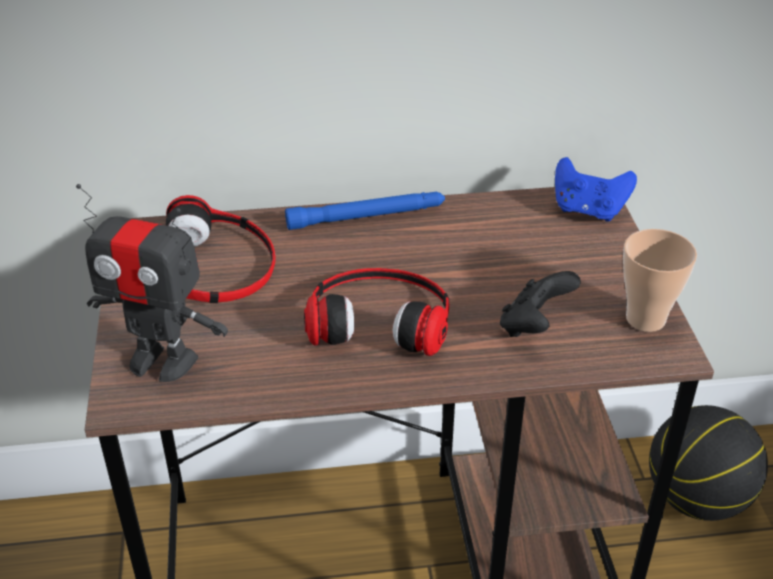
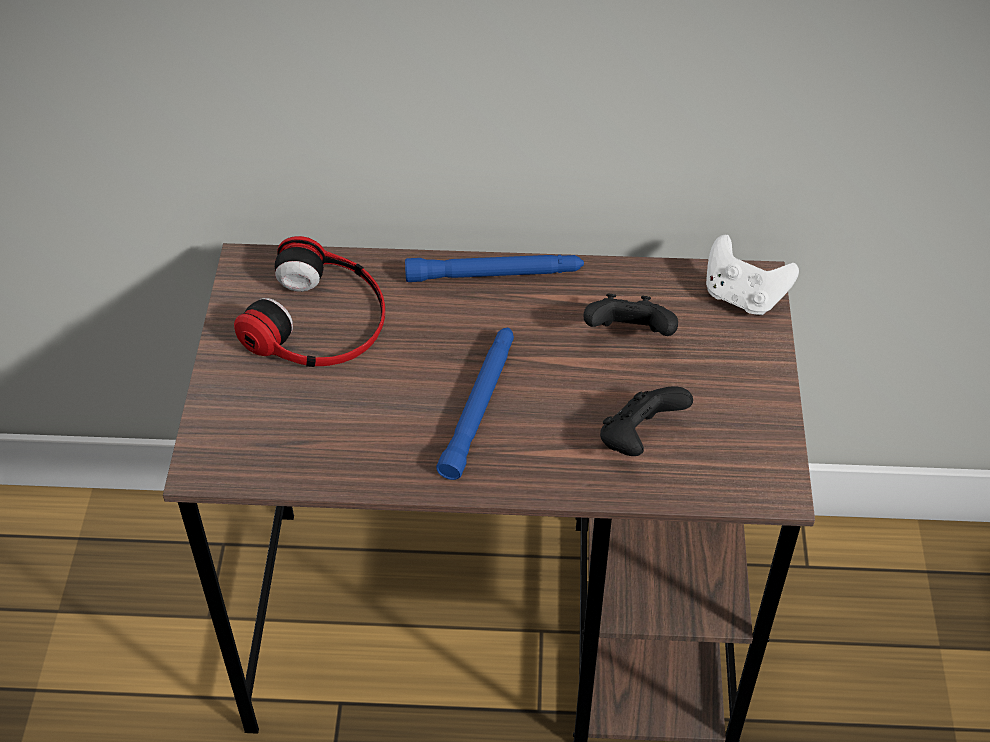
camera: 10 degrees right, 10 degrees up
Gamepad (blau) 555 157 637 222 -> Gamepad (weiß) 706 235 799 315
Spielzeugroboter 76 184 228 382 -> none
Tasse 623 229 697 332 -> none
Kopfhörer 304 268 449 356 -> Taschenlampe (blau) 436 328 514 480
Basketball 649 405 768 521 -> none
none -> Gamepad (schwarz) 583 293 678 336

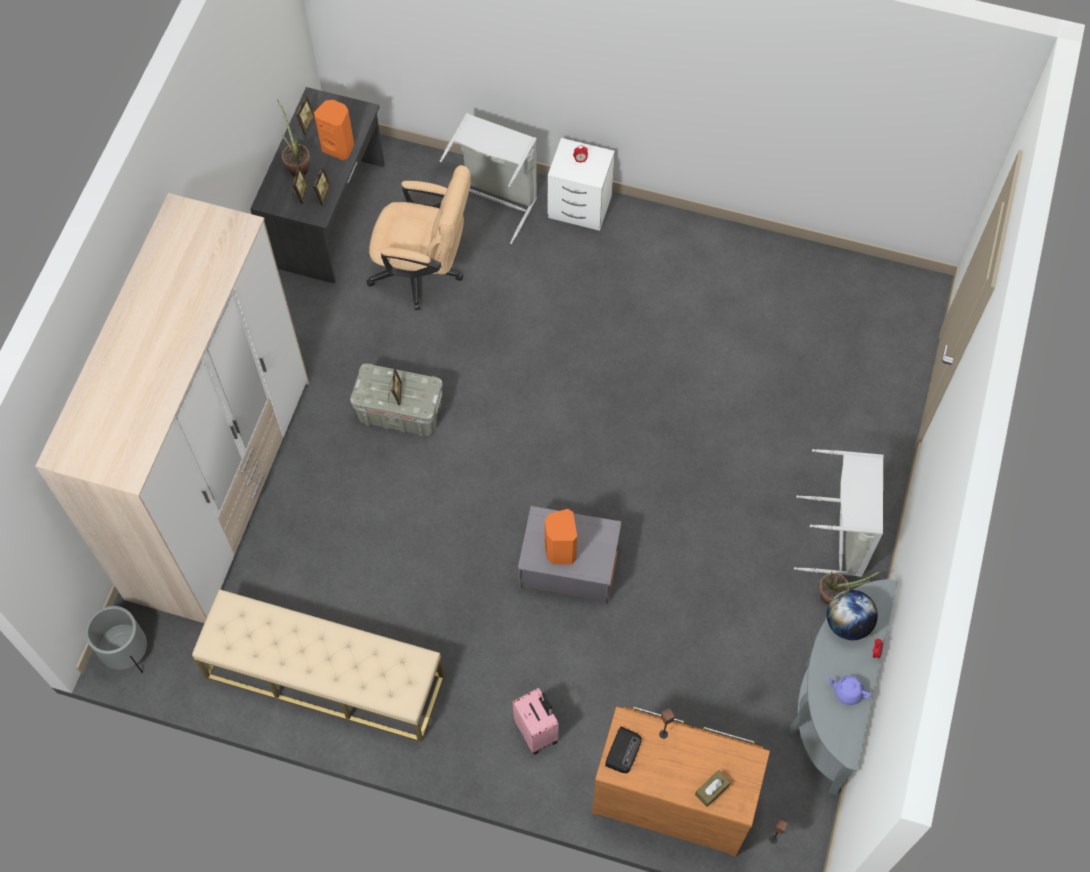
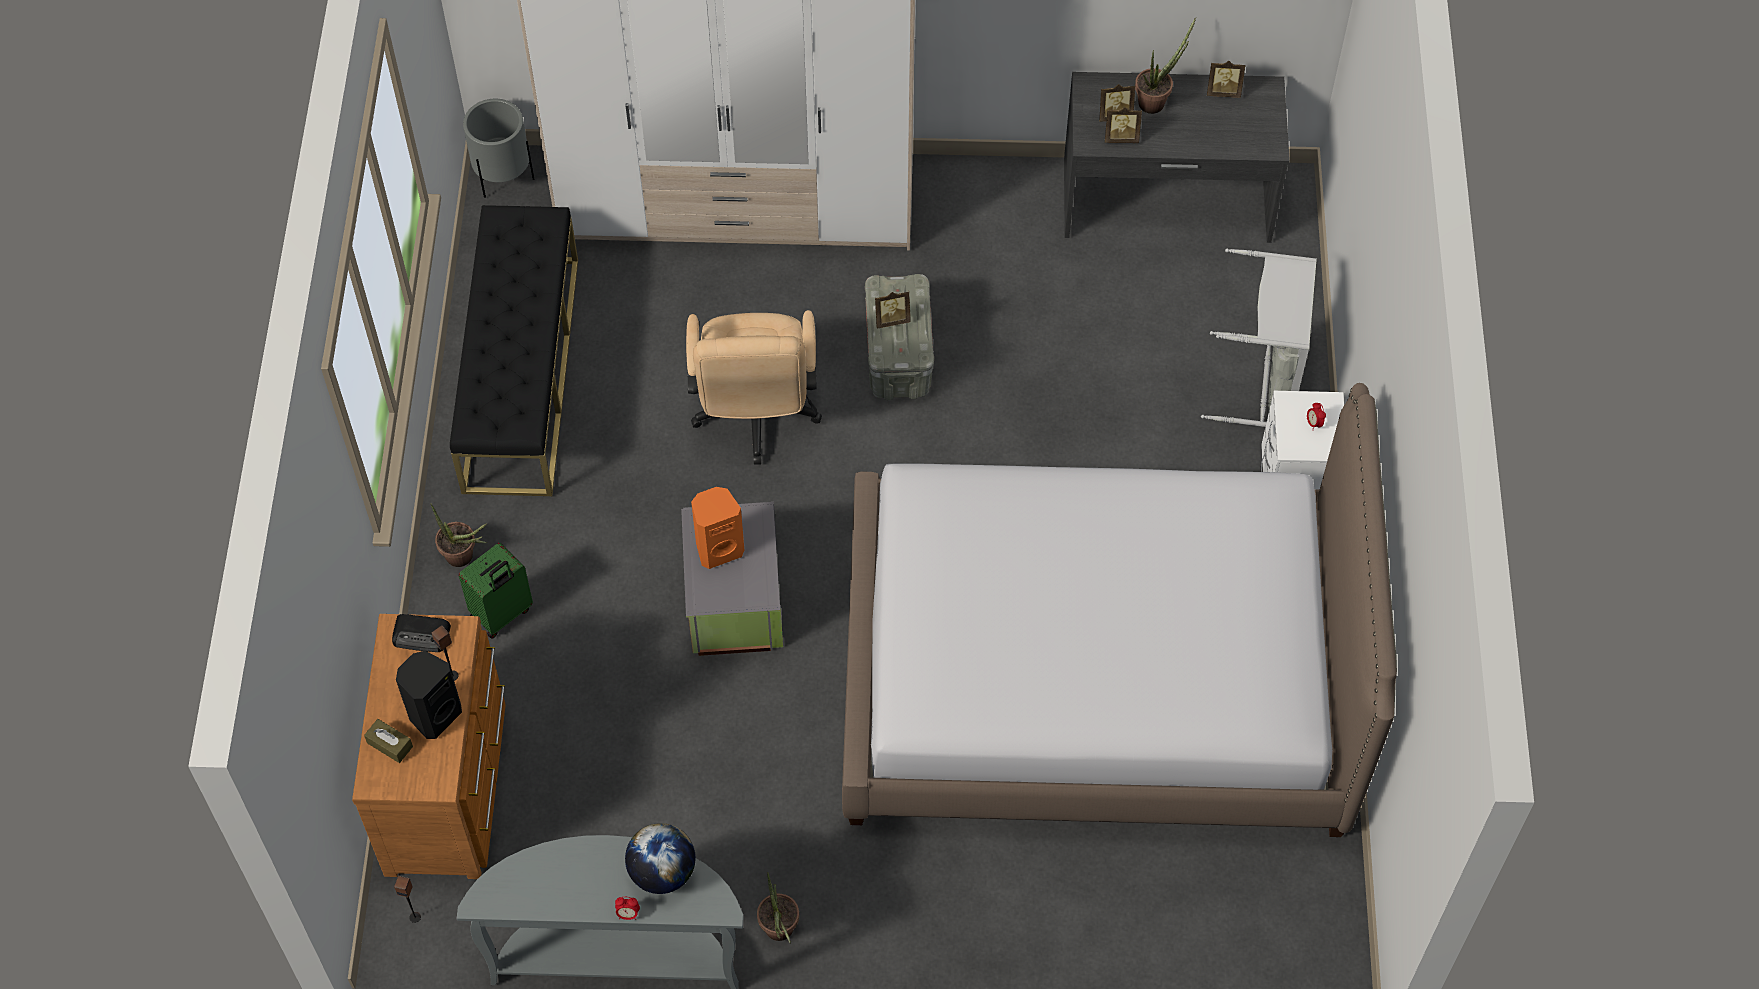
camera: 75 degrees right, 5 degrees down
Lautsprecher (orange) 314 100 354 160 -> none
Bürostuhl (beige) 366 165 471 310 -> Bürostuhl (beige) 686 310 822 465, move
Wäschekorb (grau) 794 449 884 577 -> none
Bank (beige) 192 589 444 742 -> Bank (schwarz) 450 205 578 496
Teekanne (lila) 827 676 872 705 -> none
Koffer (rosa) 513 688 558 754 -> Koffer (grün) 459 543 533 639
none -> Bett 842 383 1397 837
none -> Topfpflanze 431 504 487 567
none -> Lautsprecher (schwarz) 396 651 462 739

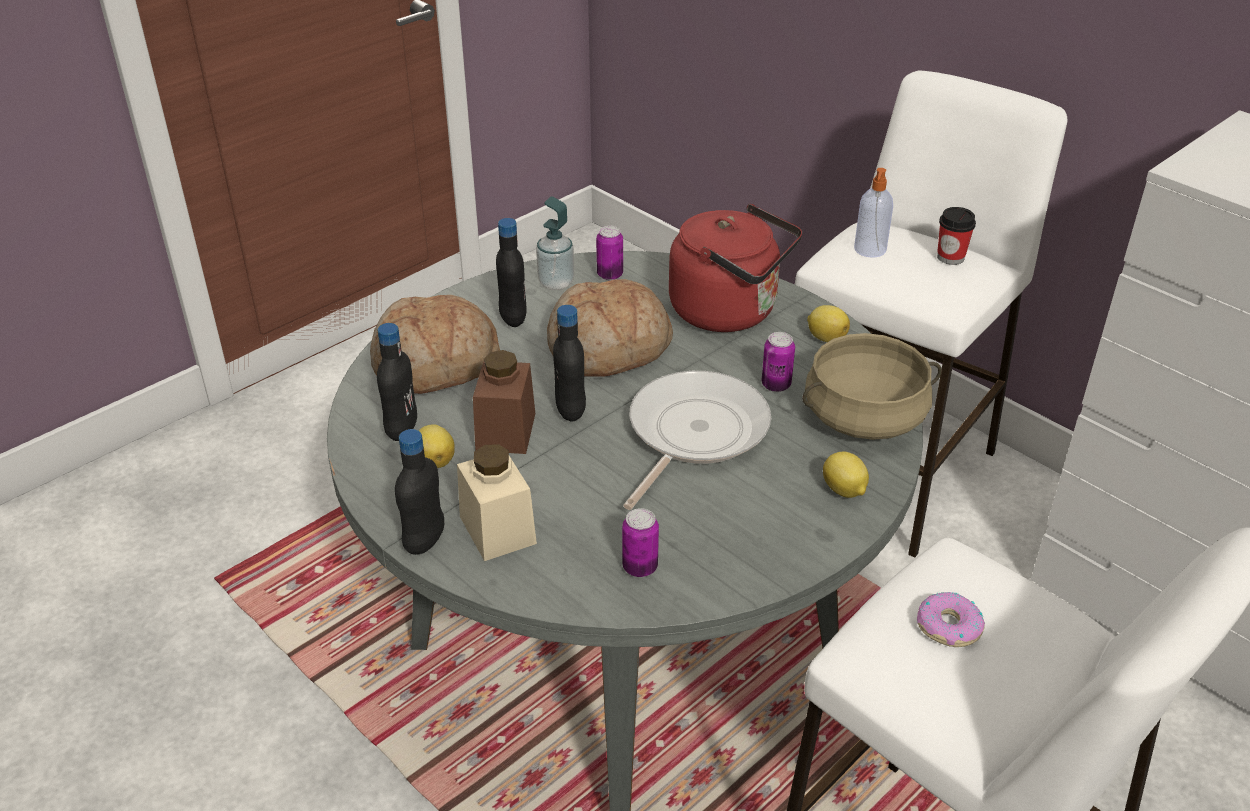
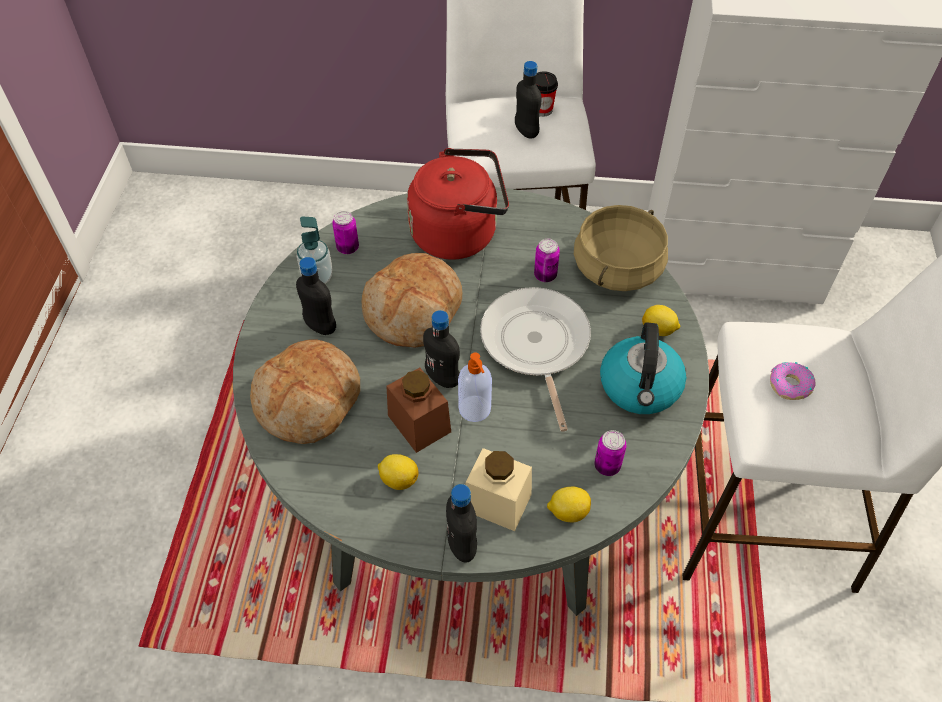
camera: 40 degrees left, 15 degrees up
Seifenspender 854 168 893 258 -> Seifenspender 458 352 492 422, move
Zitrone 807 305 850 342 -> Zitrone 547 487 591 522, move
Flasche (schwarz) 377 323 417 441 -> Flasche (schwarz) 515 61 542 139, move
none -> Wasserkessel 600 322 686 414

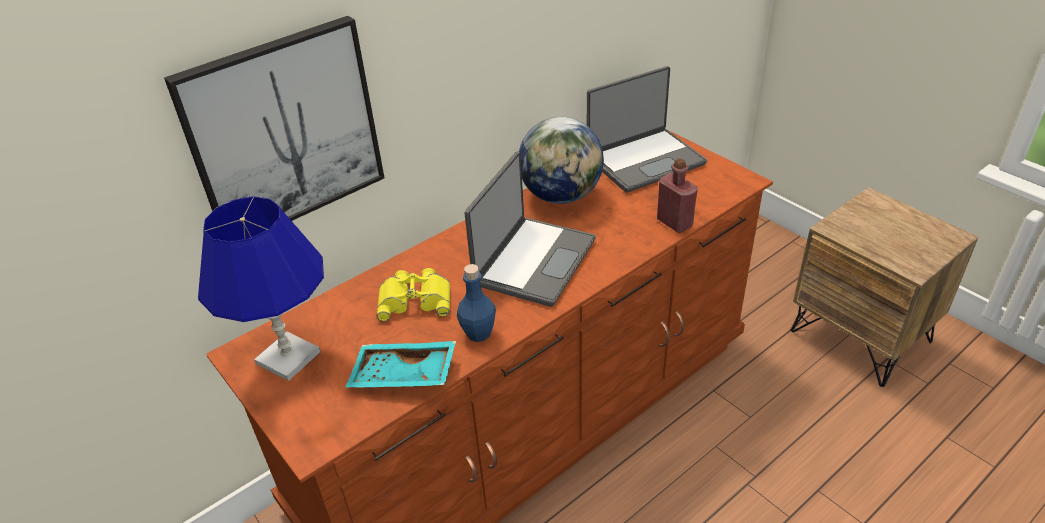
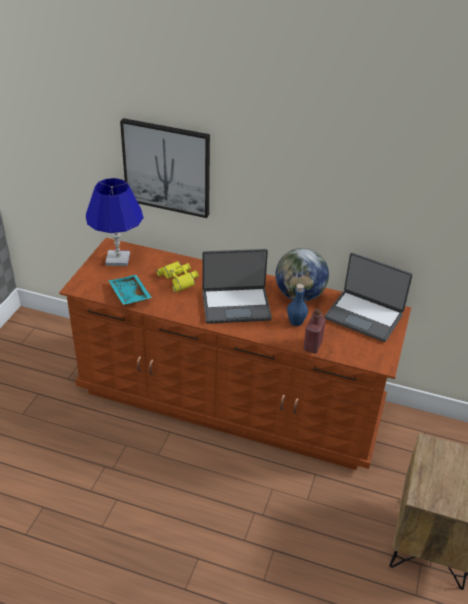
camera: 55 degrees right, 0 degrees up
Flasche (blau) 457 264 496 342 -> Flasche (blau) 287 284 308 326, move

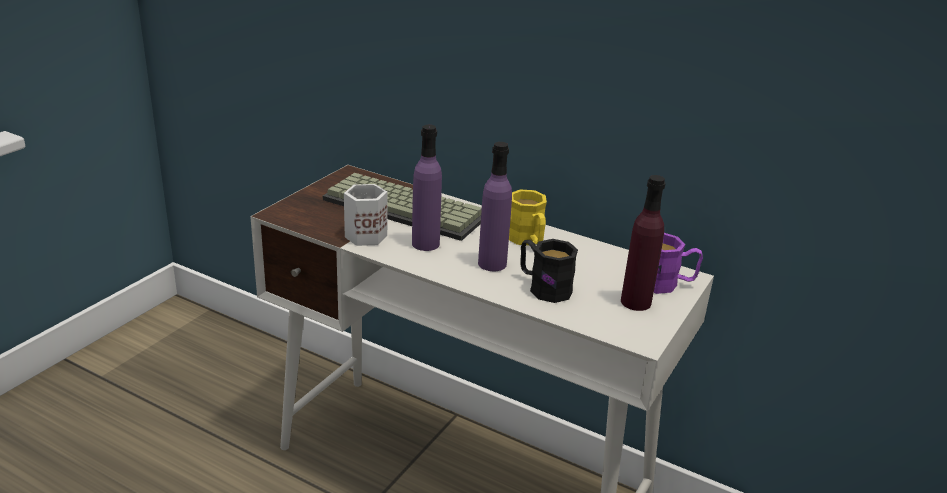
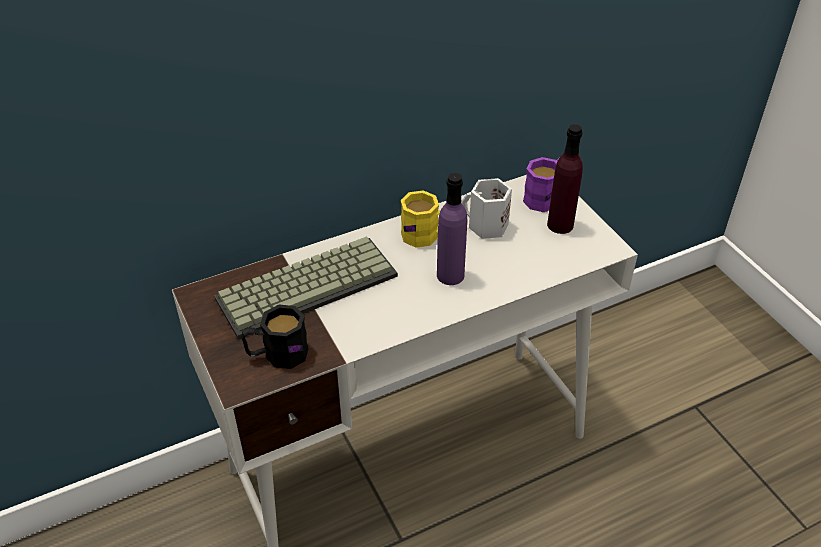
camera: 55 degrees left, 15 degrees up
Flasche (lila) 412 125 442 251 -> none
Henkelbecher (weiß) 344 184 388 246 -> Henkelbecher (weiß) 462 178 512 239, move
Henkelbecher (schwarz) 520 239 578 303 -> Henkelbecher (schwarz) 241 305 309 369, move

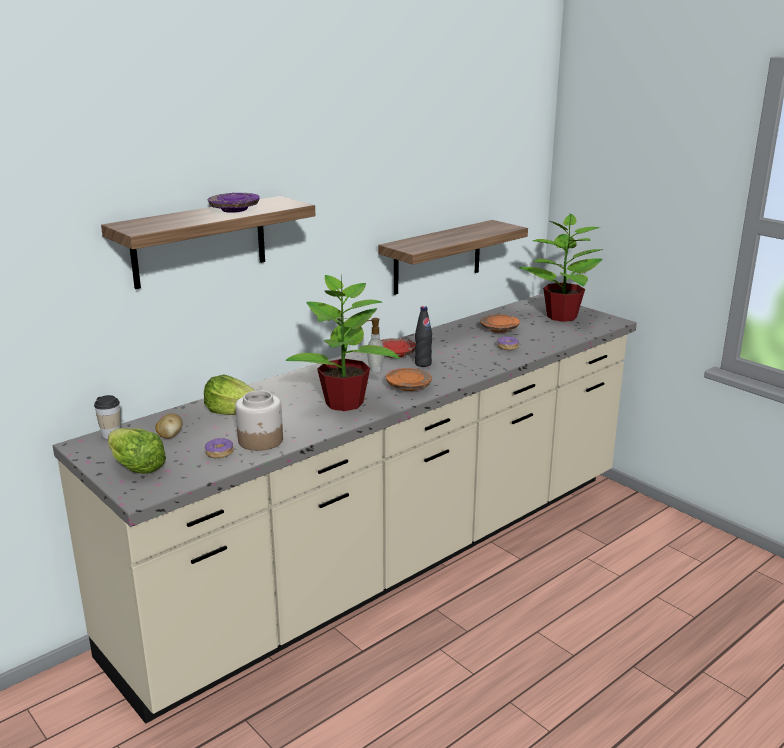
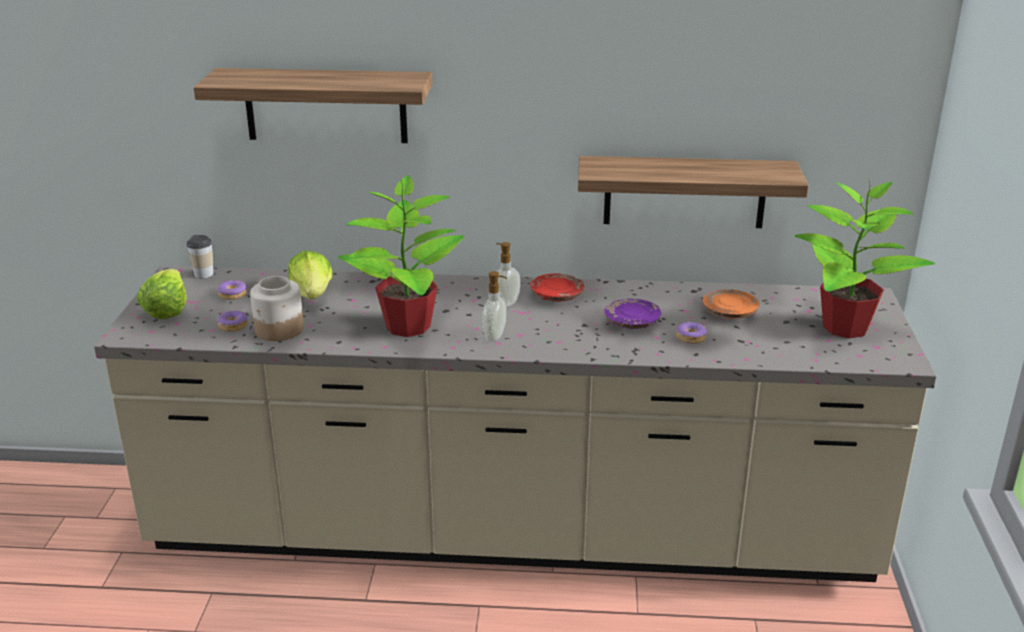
camera: 45 degrees right, 5 degrees up
Teller (lila) 208 193 260 213 -> Teller (lila) 604 299 661 329, move
Flasche (schwarz) 415 306 432 367 -> none
Teller (orange) 386 368 432 391 -> Seifenspender 482 271 507 341
Kartoffel 155 413 183 439 -> Donut 218 280 246 300

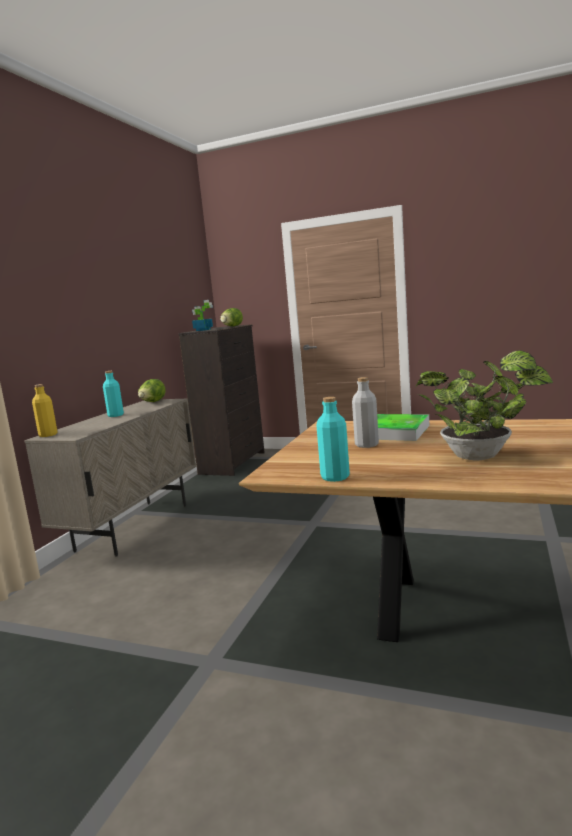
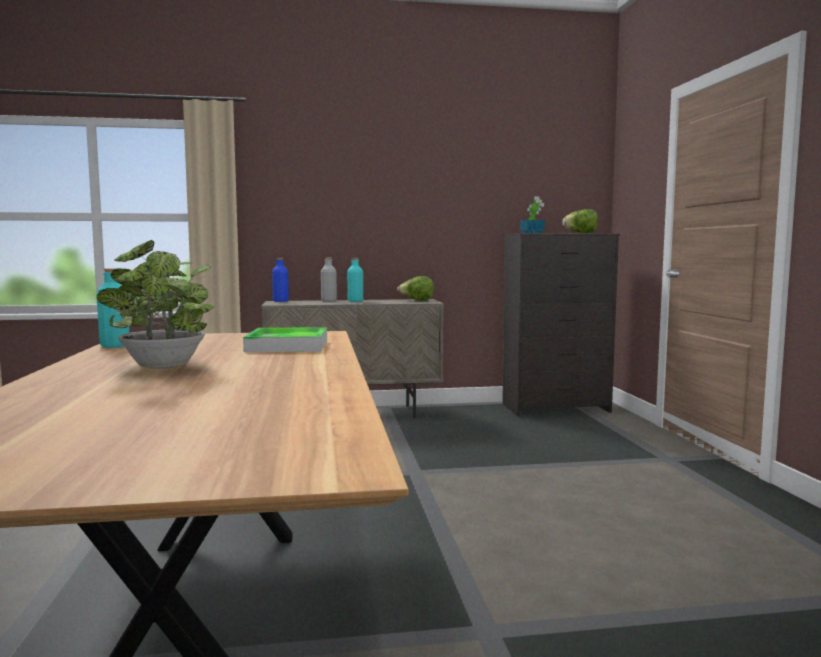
camera: 60 degrees right, 5 degrees down
Flasche (grau) 352 377 379 448 -> Flasche (grau) 321 258 337 301, move
Flasche (gelb) 32 384 58 437 -> Flasche (blau) 272 258 289 302

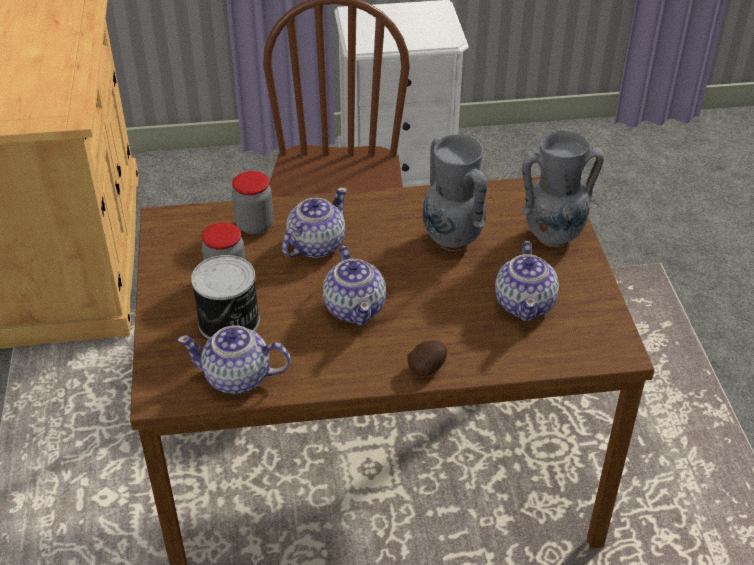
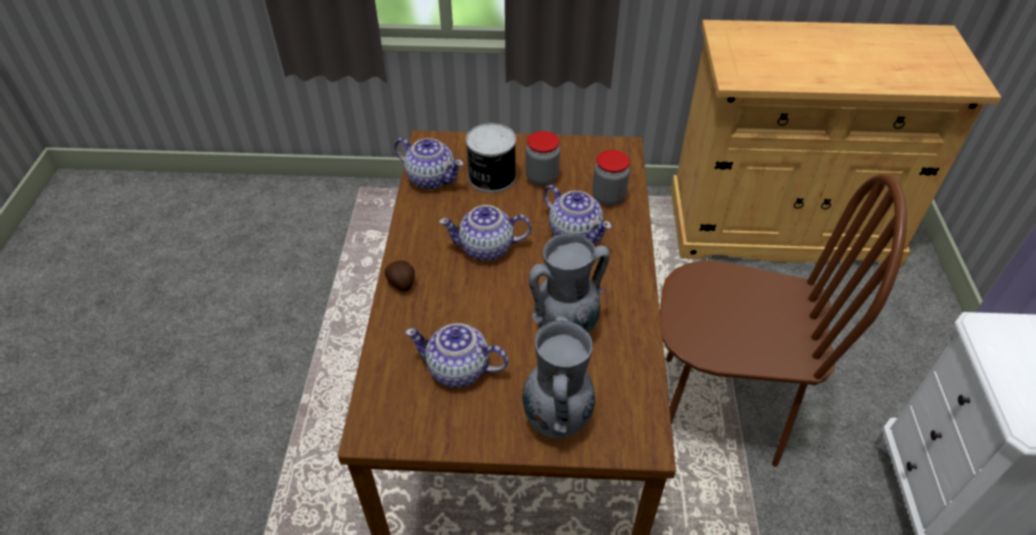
camera: 100 degrees right, 5 degrees up
Teekanne 178 325 291 394 -> Teekanne 394 138 464 190, 105 degrees clockwise

